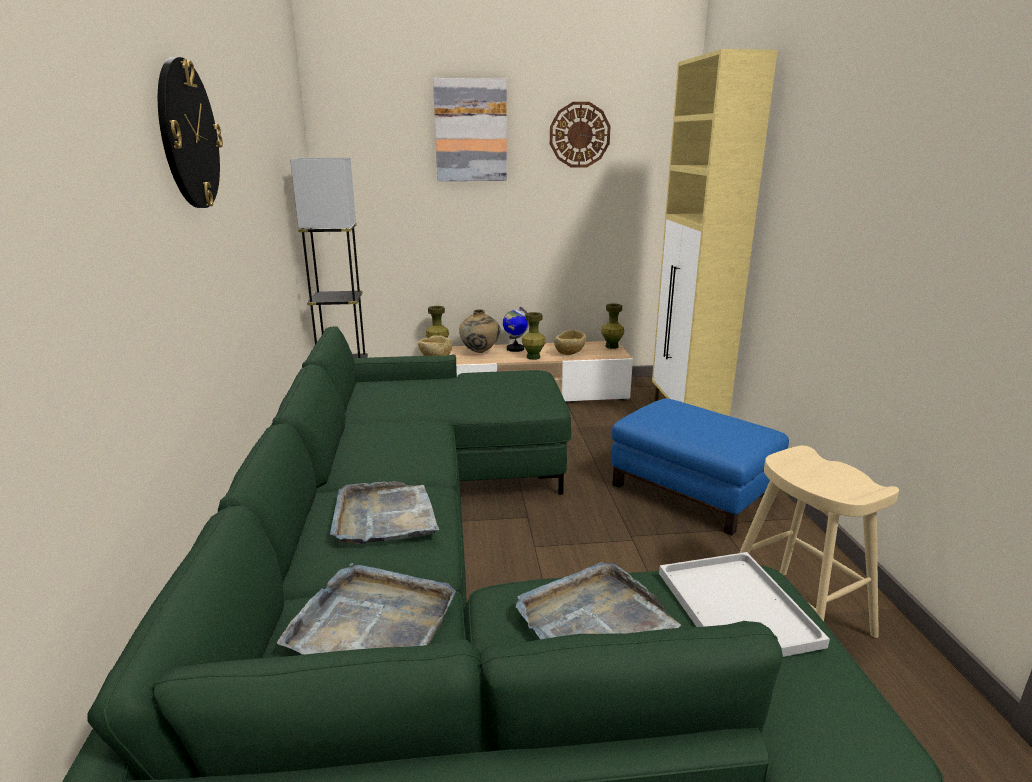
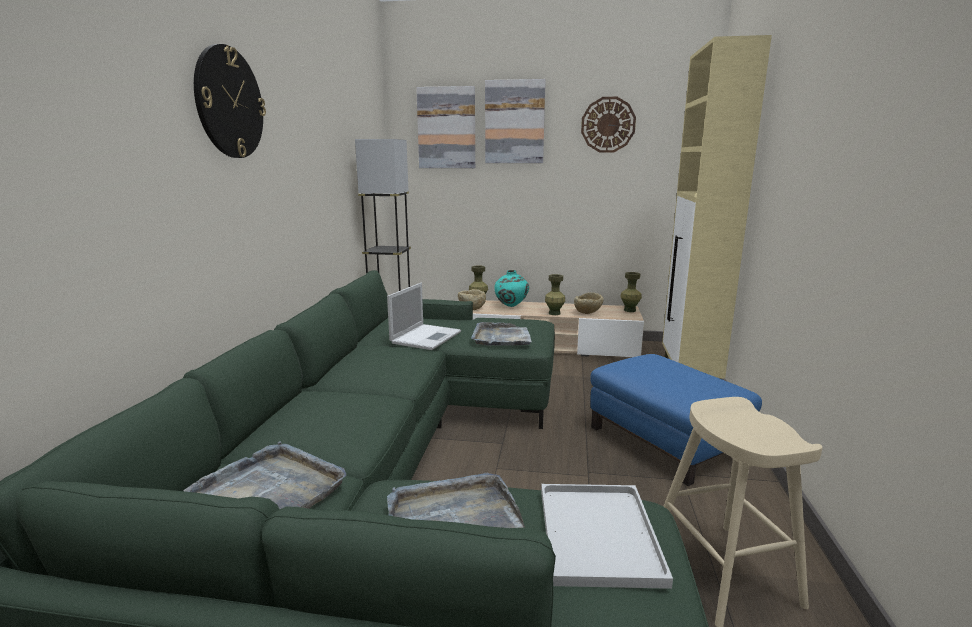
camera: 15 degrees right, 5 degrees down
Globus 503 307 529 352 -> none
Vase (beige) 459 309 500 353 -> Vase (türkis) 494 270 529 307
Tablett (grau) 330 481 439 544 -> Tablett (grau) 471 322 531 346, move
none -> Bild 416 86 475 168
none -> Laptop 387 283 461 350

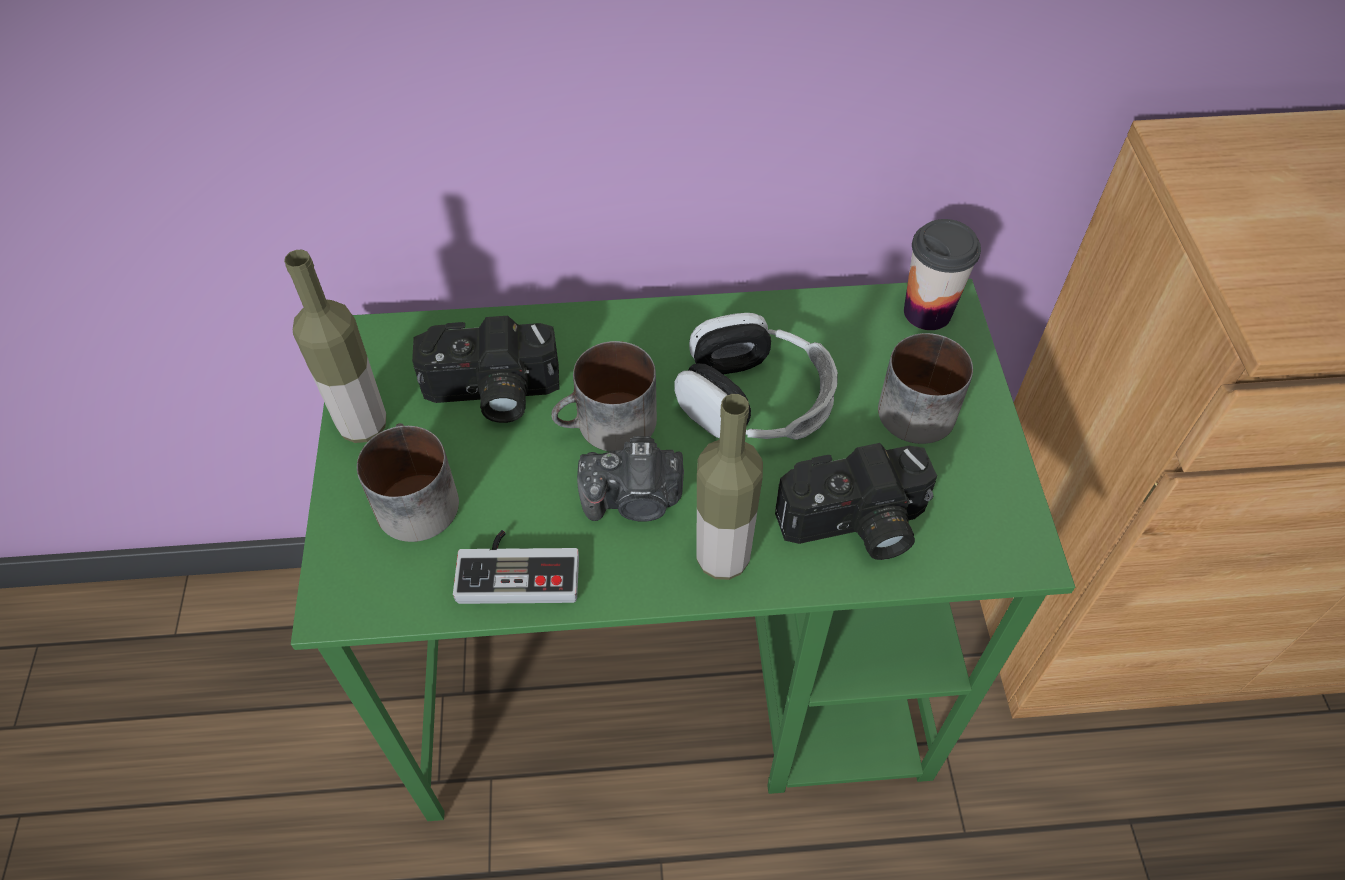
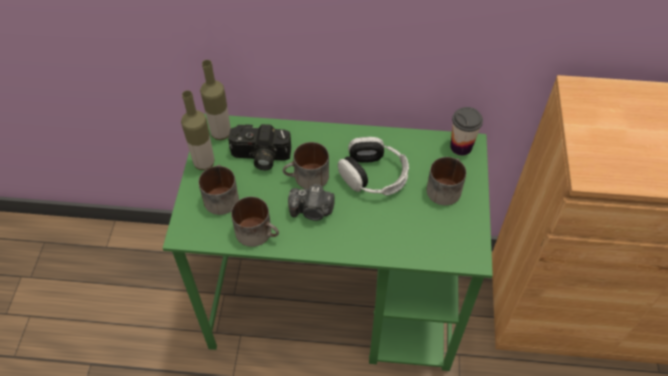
camera: 10 degrees right, 0 degrees up
Flasche 696 394 763 580 -> Flasche 200 60 231 140, move
Kamera 775 443 937 560 -> none
Gamepad 453 530 579 604 -> Henkelbecher 231 197 279 247

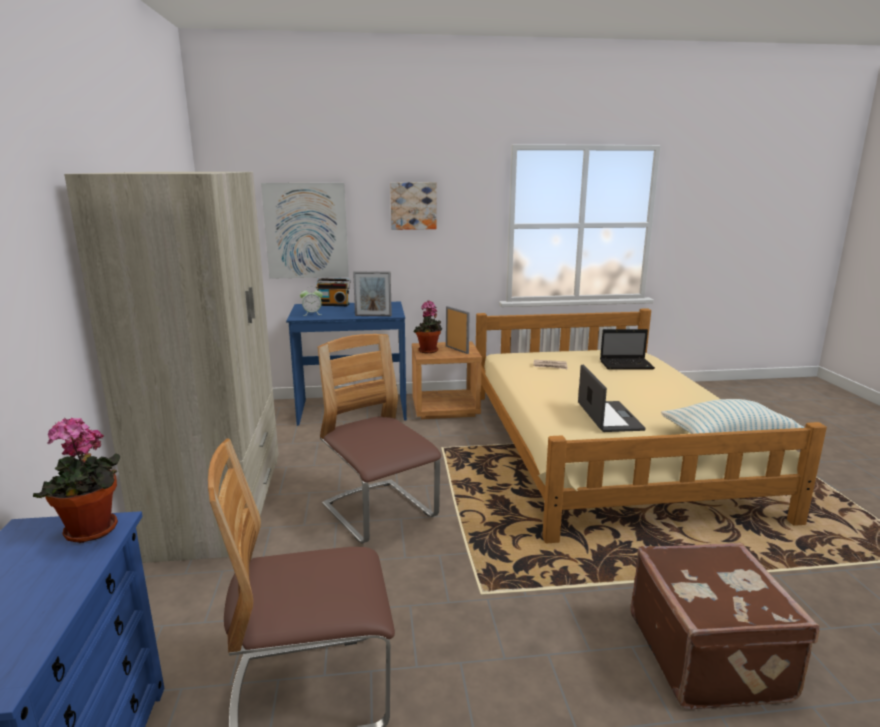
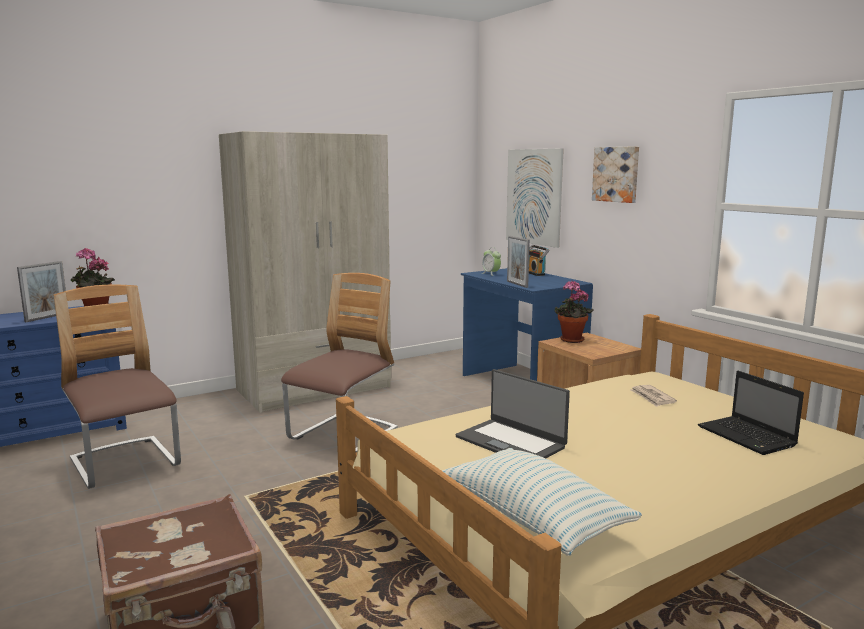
camera: 65 degrees right, 5 degrees down
Bilderrahmen 446 306 470 354 -> Bilderrahmen 17 261 66 322, move
Laptop 578 365 646 432 -> Laptop 456 369 570 458, 75 degrees clockwise

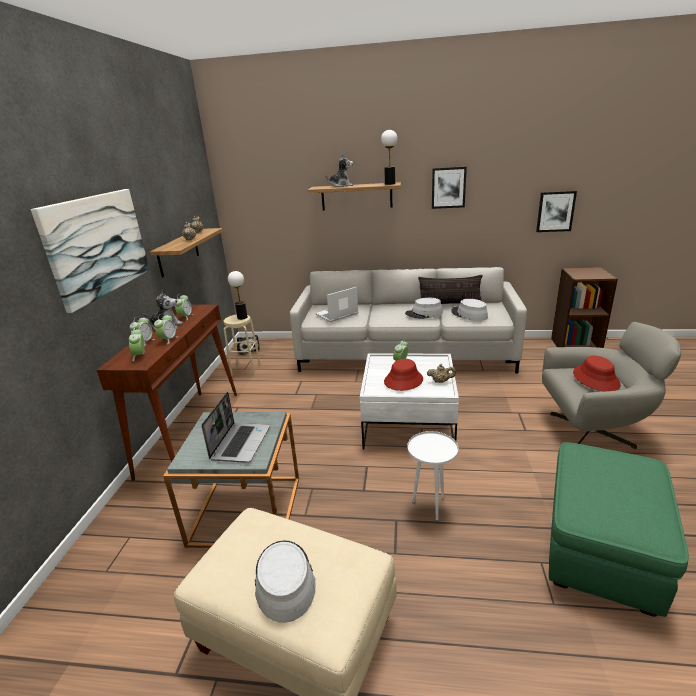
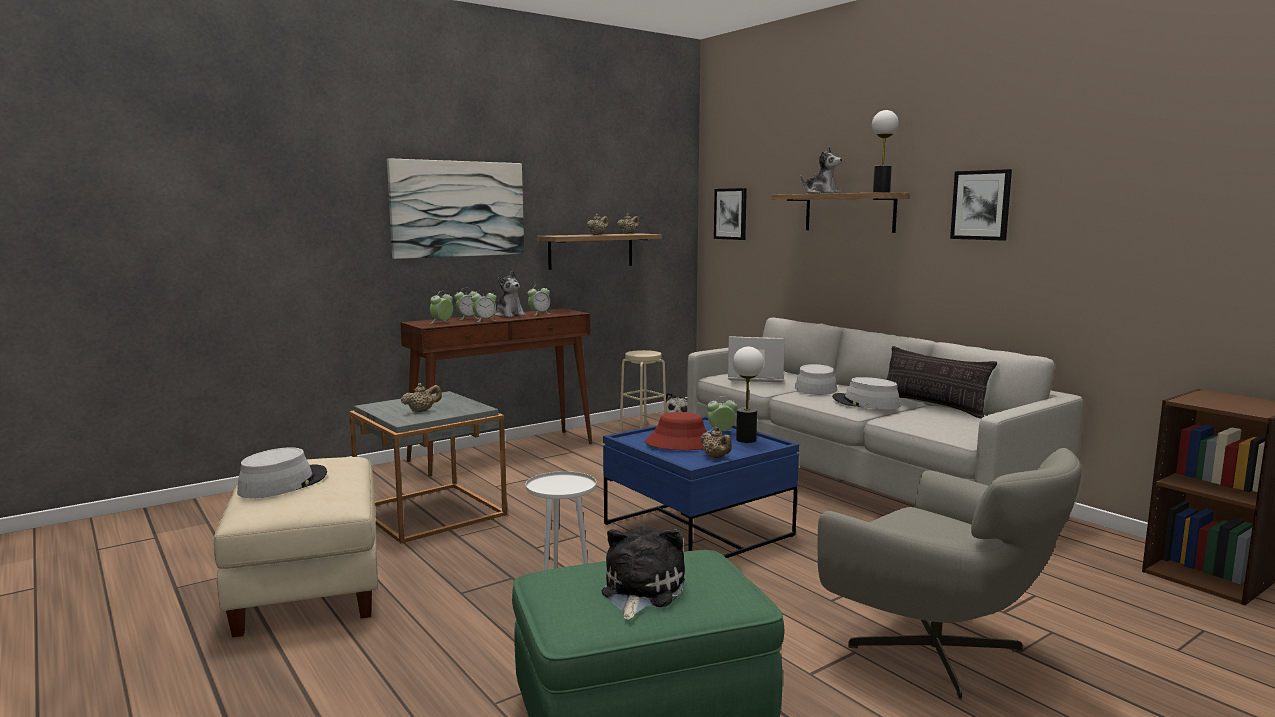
camera: 45 degrees right, 15 degrees down
Bild 536 191 577 232 -> Bild 714 188 747 240, move
Tischlampe 228 271 248 320 -> Tischlampe 733 347 764 443, move
Hut (grau) 451 299 488 321 -> Hut (grau) 795 364 837 395, move
Couchtisch (weiß) 360 354 459 449 -> Couchtisch (blau) 603 416 799 558
Hut (rot) 573 356 621 392 -> none
Laptop 201 392 270 463 -> Teekanne (beige) 401 383 442 413
none -> Plüschtier 601 526 685 620

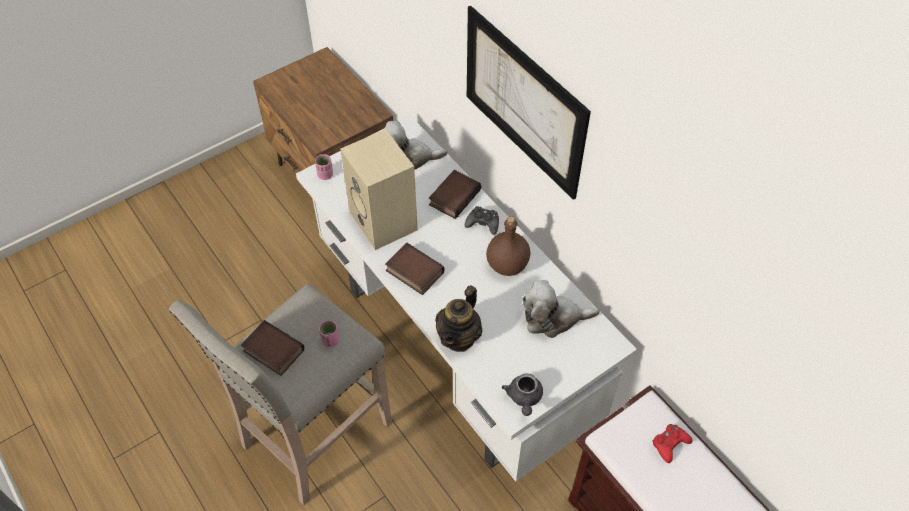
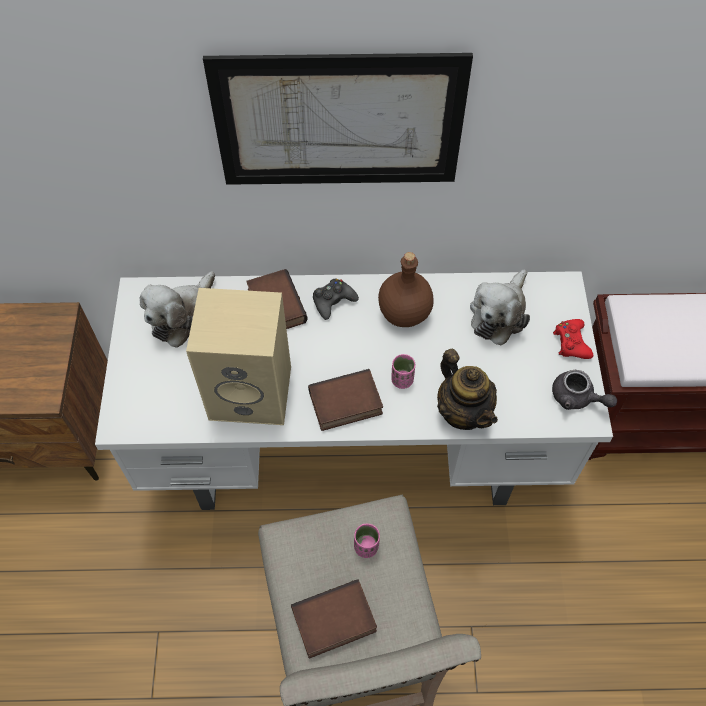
camera: 55 degrees left, 5 degrees up
Tasse (rosa) 315 154 333 180 -> Tasse (rosa) 391 354 415 389, move
Gamepad (rot) 652 424 693 463 -> Gamepad (rot) 553 319 593 359, move

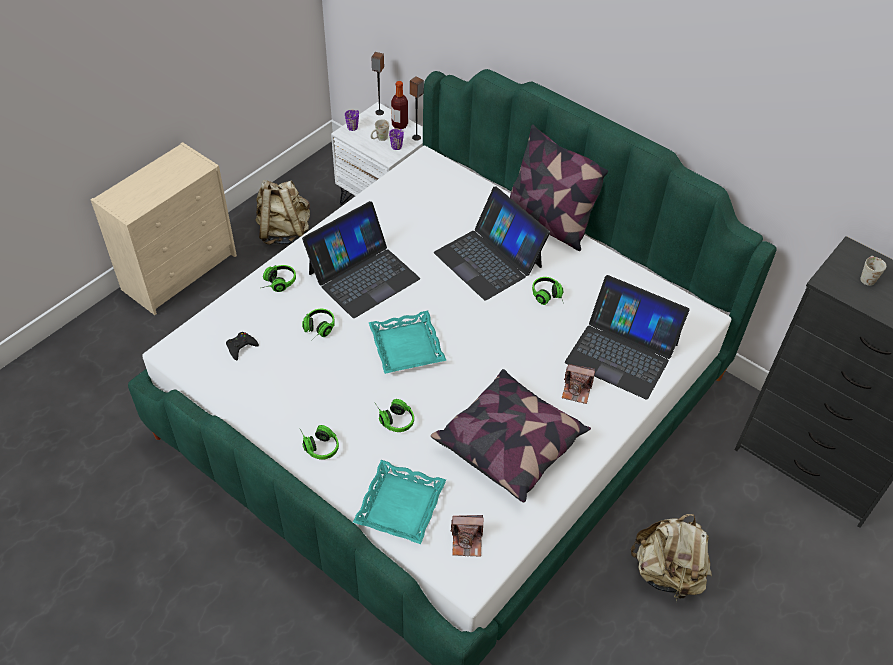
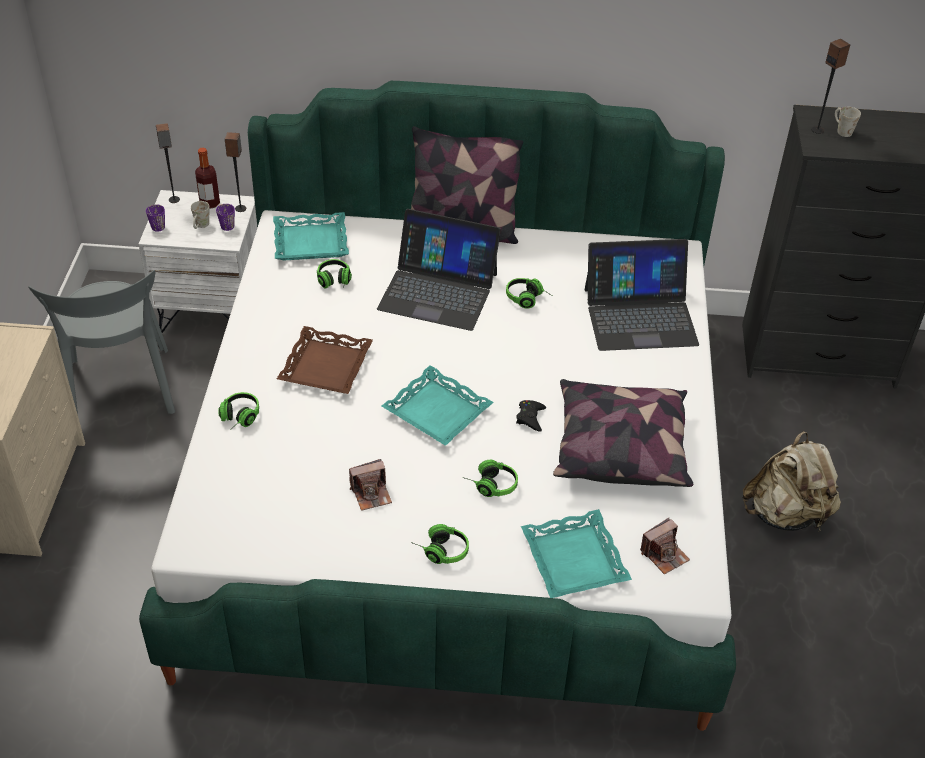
camera: 35 degrees left, 5 degrees down
Rucksack (beige) 255 180 310 245 -> Stuhl (grau) 28 270 175 414
Laptop 302 201 420 318 -> Tablett (braun) 277 326 373 394
Kopfhörer 302 309 335 340 -> Kopfhörer 317 259 352 289, move
Gamepad (schwarz) 226 332 259 360 -> Gamepad (schwarz) 516 400 546 432, move
Kamera 562 364 595 404 -> Kamera 349 459 392 511, move
none -> Lautsprecher 811 39 850 134
none -> Tablett (türkis) 273 212 349 261

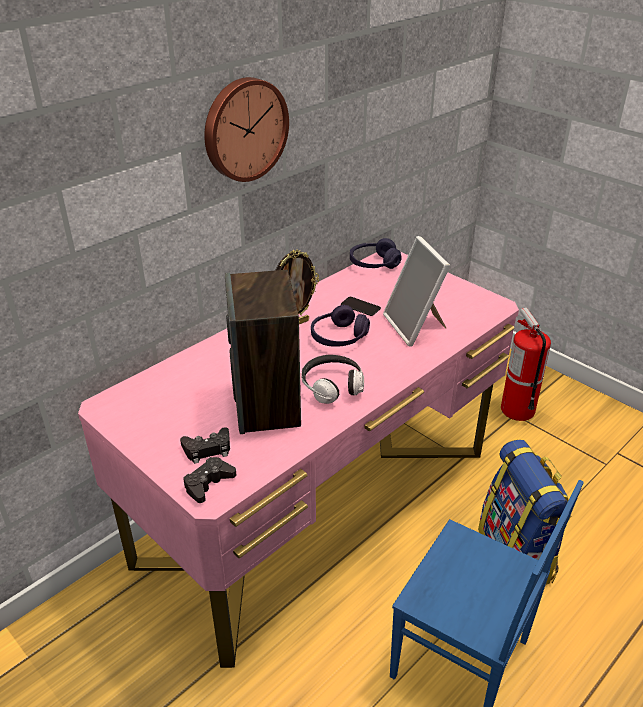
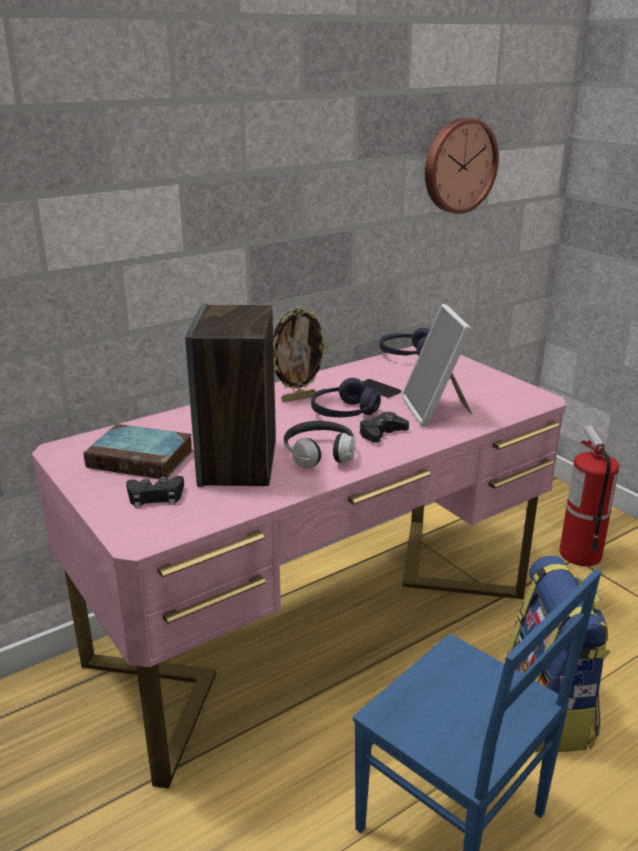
camera: 10 degrees right, 10 degrees down
Wanduhr 204 77 289 182 -> Wanduhr 425 118 499 214, move
Gamepad (schwarz) 183 457 236 503 -> Gamepad (schwarz) 360 412 409 443, move
none -> Buch 83 424 193 479

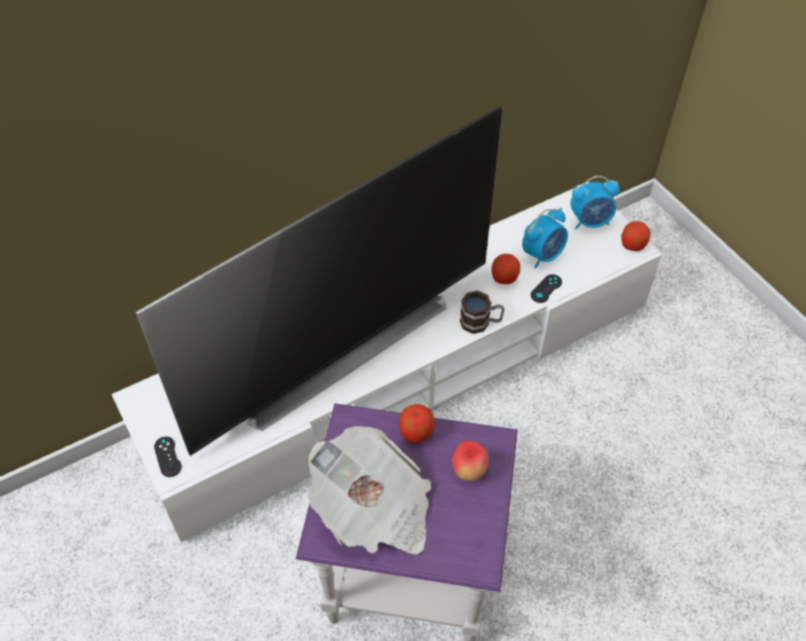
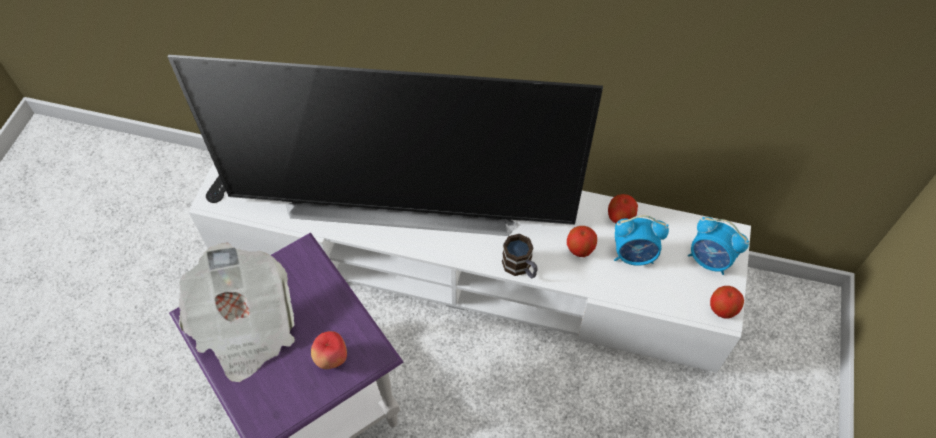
camera: 45 degrees right, 5 degrees up
Gamepad (schwarz) 531 274 562 303 -> none
Apfel 399 404 435 444 -> Apfel 608 194 638 223, move

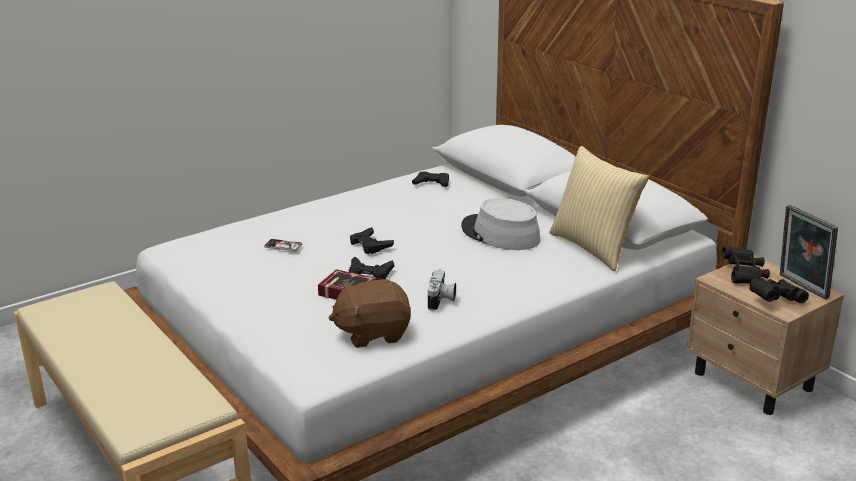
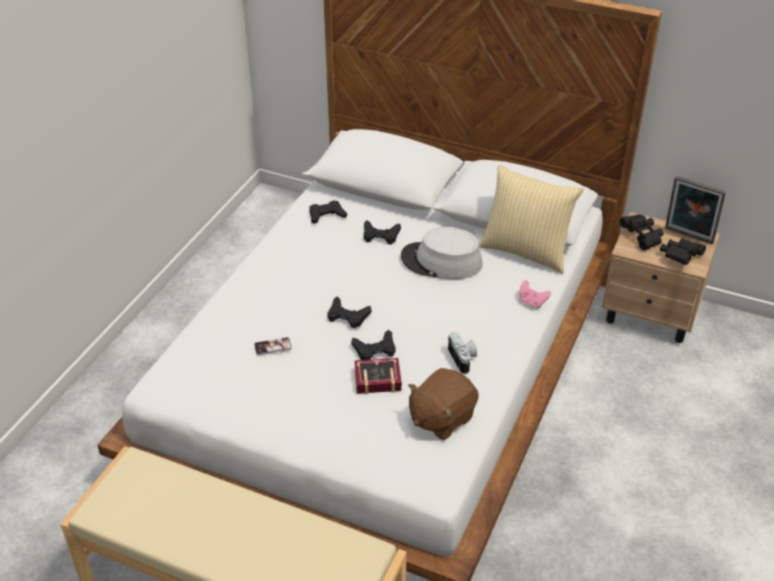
camera: 30 degrees left, 15 degrees up
none -> Gamepad (schwarz) 364 220 401 245
none -> Gamepad (rosa) 519 280 551 309

